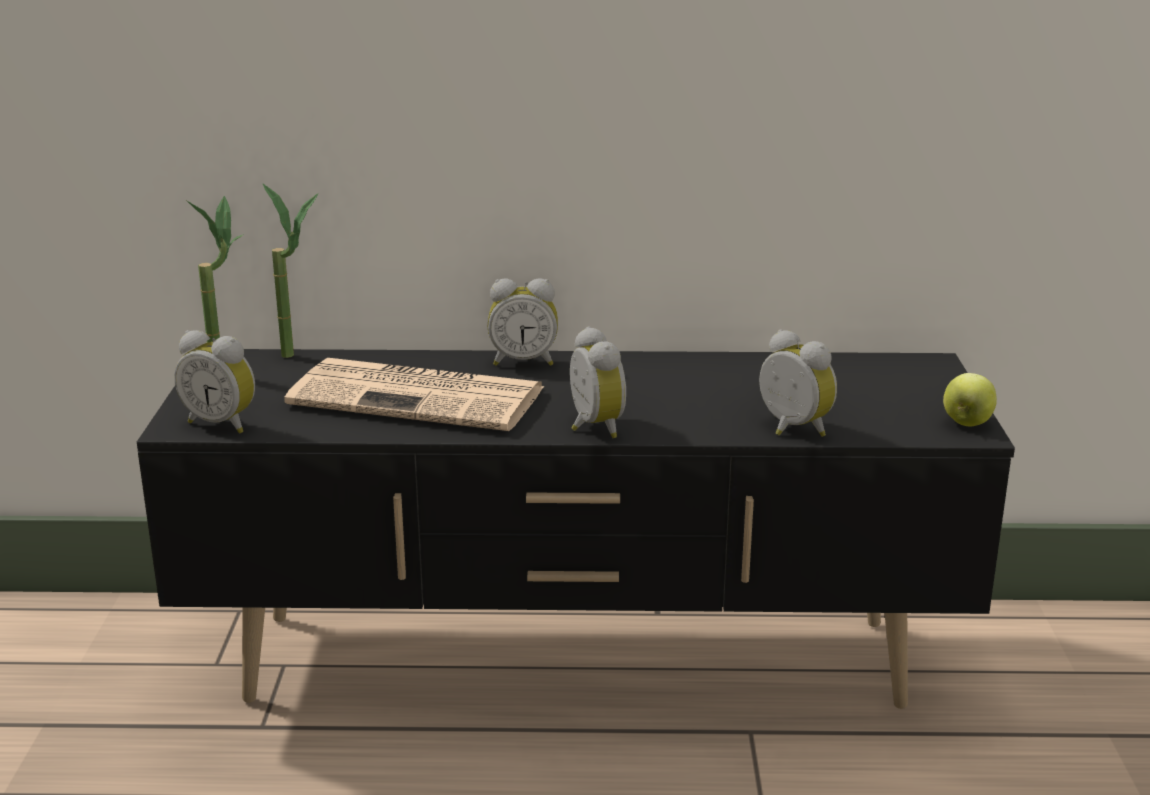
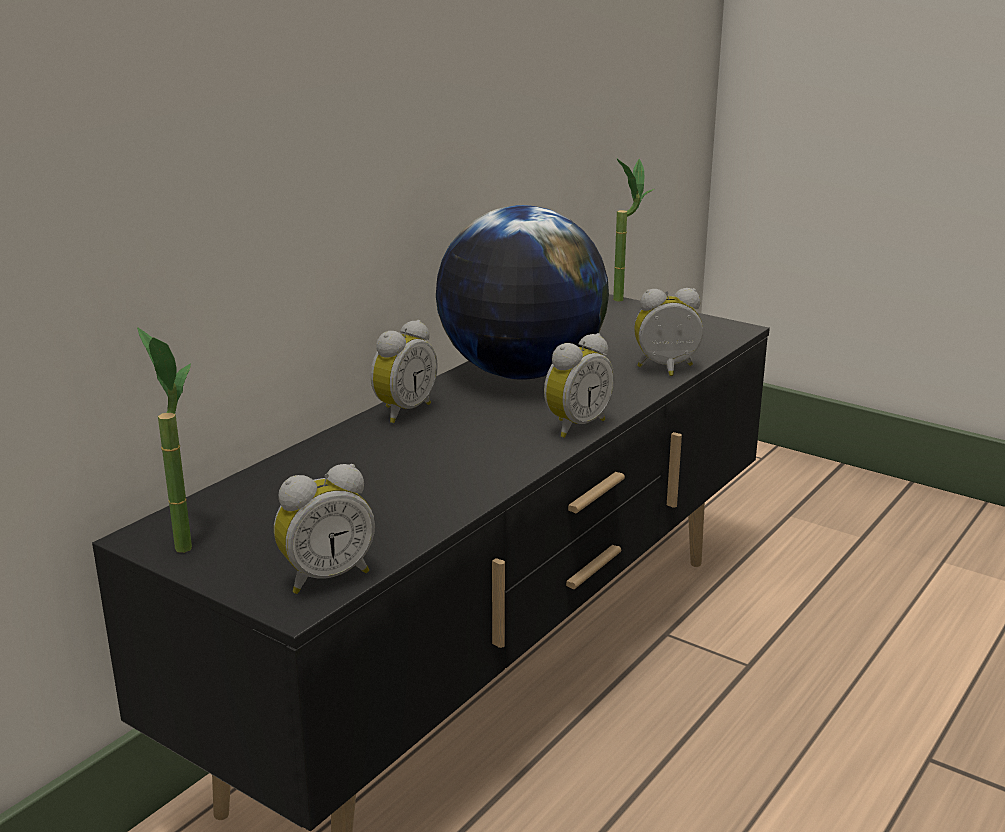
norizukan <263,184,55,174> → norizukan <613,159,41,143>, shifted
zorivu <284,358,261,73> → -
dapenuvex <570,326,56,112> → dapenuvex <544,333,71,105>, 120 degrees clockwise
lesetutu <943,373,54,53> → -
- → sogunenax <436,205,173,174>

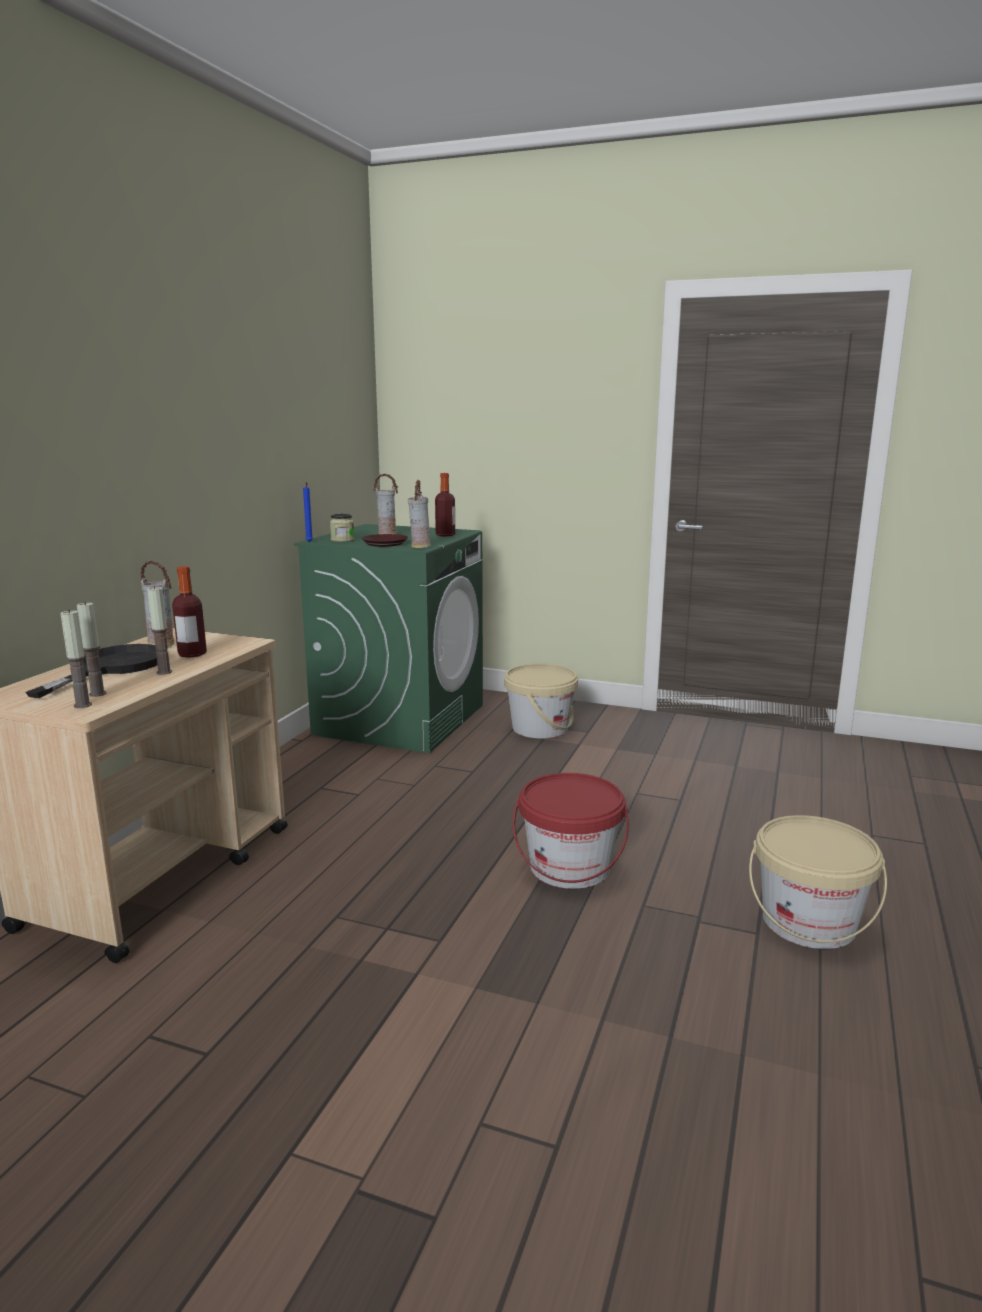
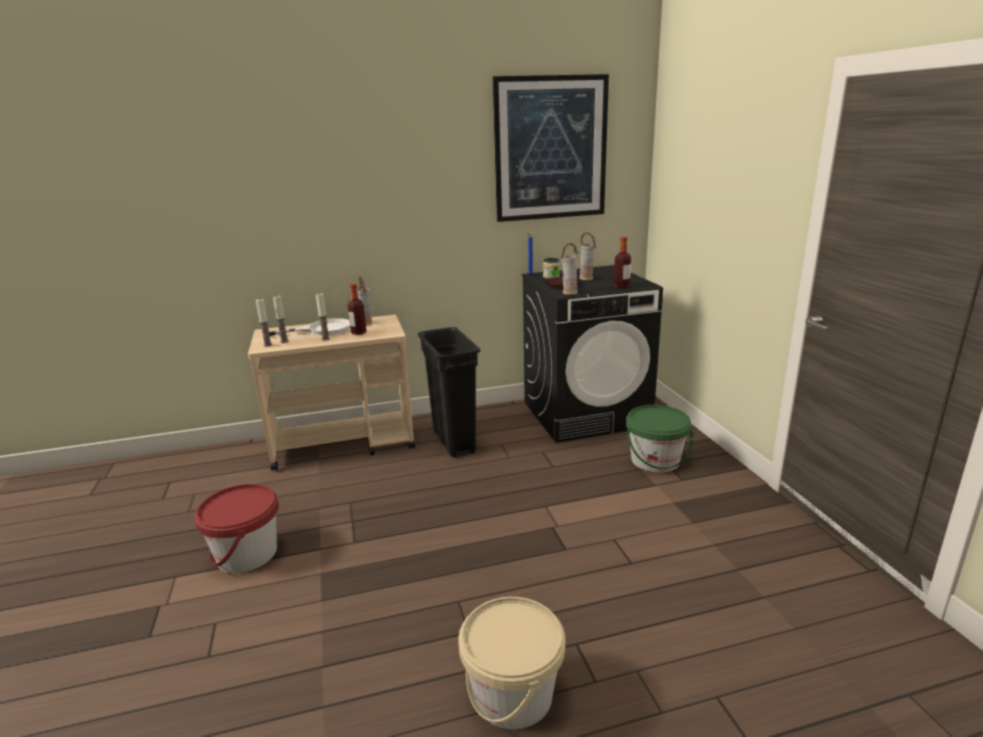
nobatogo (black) <26,644,132,54> → nobatogo (white) <269,318,81,18>
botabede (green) <294,524,189,229> → botabede (black) <522,265,141,178>
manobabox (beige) <504,664,74,75> → manobabox (green) <626,405,67,68>
manobabox (red) <513,773,116,116> → manobabox (red) <194,484,85,89>, shifted
- → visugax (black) <418,327,62,131>
- → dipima <493,74,116,148>

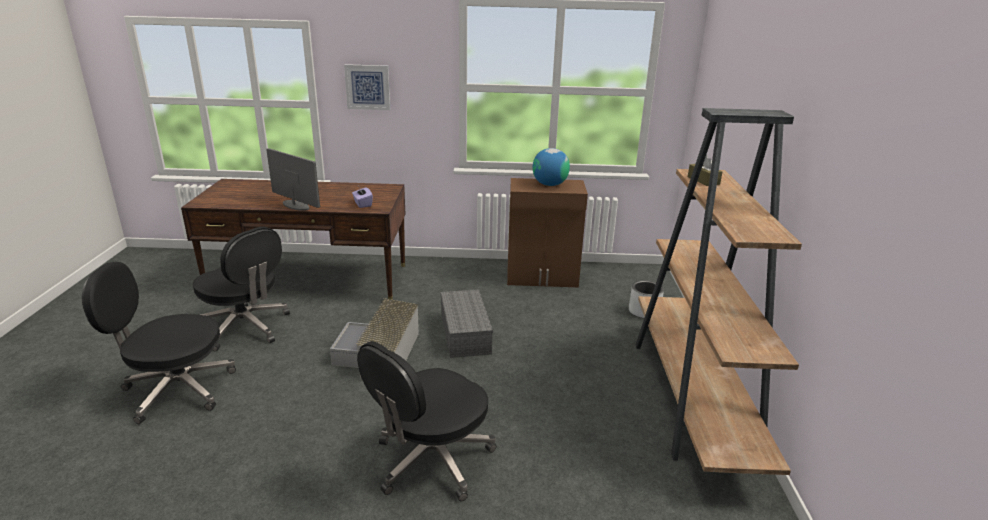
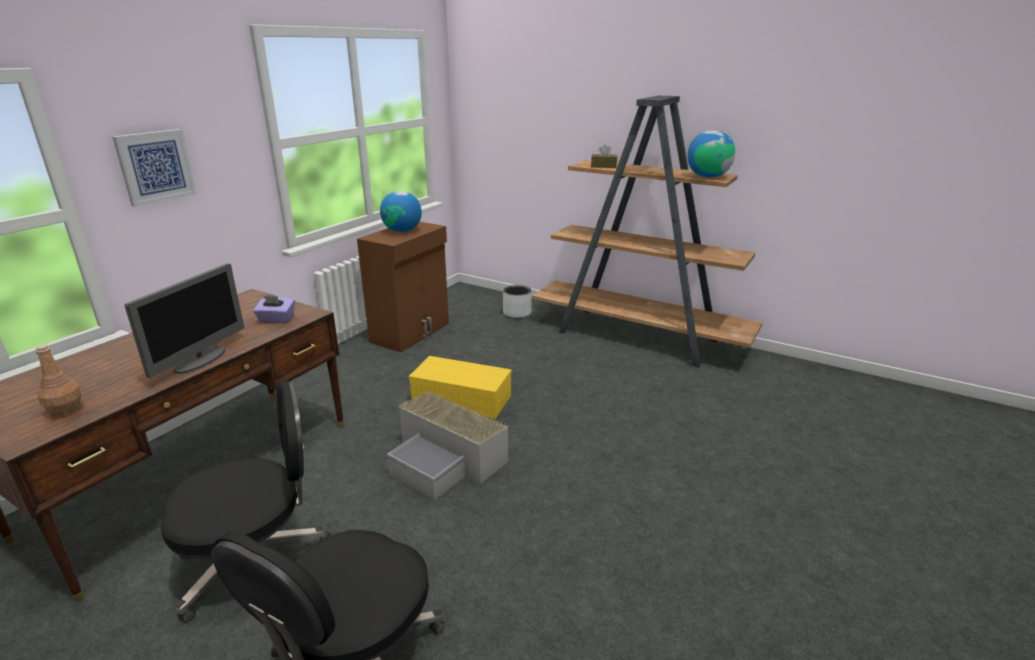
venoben <266,148,54,63> → venoben <124,263,120,115>, 135 degrees clockwise
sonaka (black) <357,341,140,160> → -
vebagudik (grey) <440,290,53,68> → vebagudik (yellow) <408,356,104,63>
- → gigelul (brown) <35,344,47,73>
- → sogunenax <687,130,48,47>

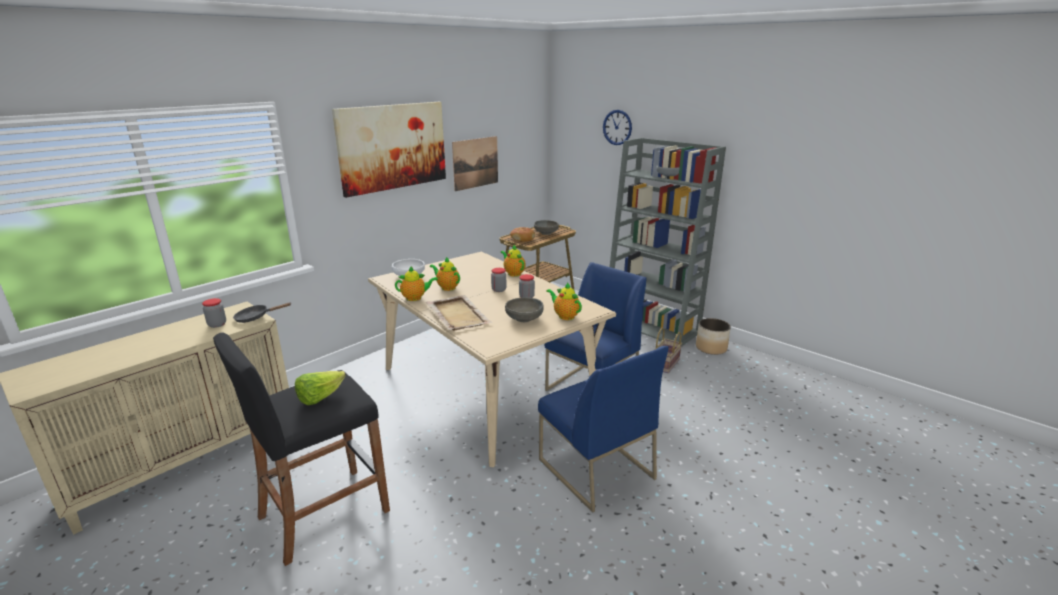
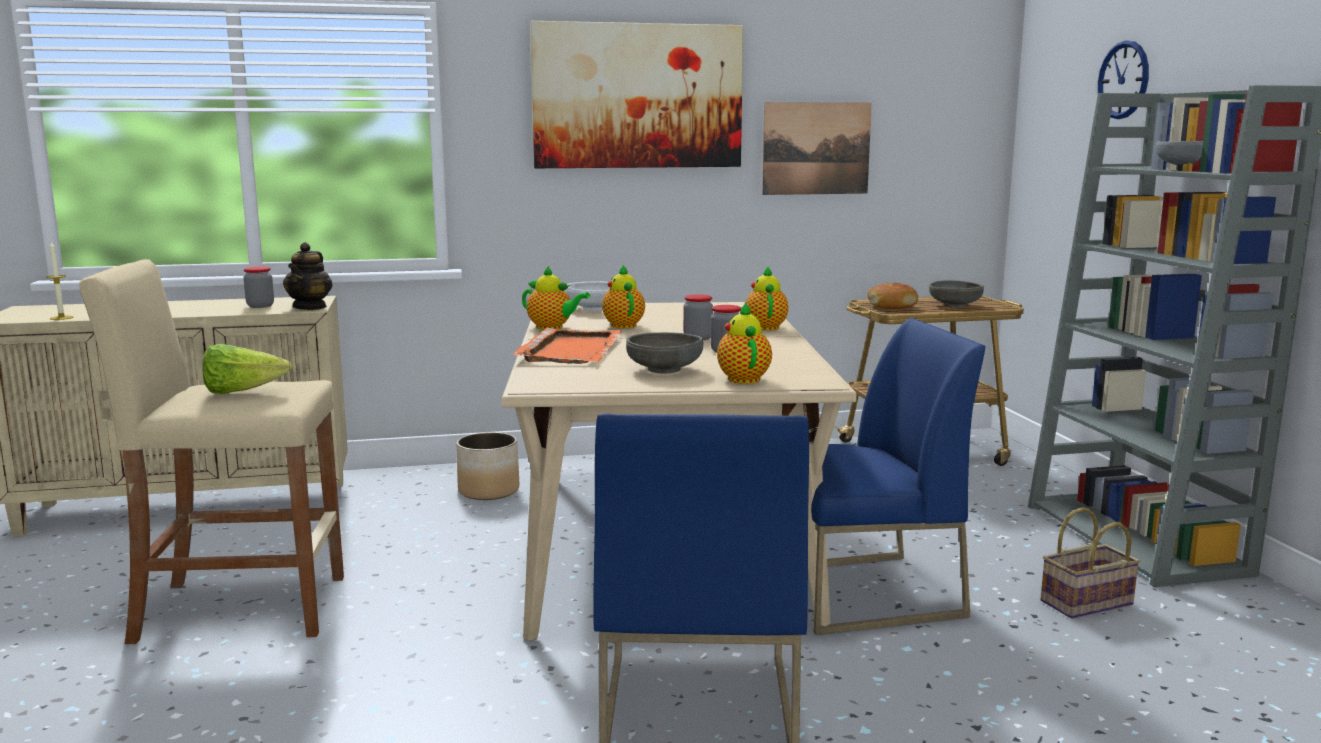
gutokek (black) <213,332,177,234> → gutokek (beige) <79,259,265,385>
nobatogo (black) <233,302,58,21> → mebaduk <283,242,50,68>
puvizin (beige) <425,295,67,36> → puvizin (orange) <512,328,110,36>
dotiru <696,318,35,37> → dotiru <456,432,63,68>, shifted
- → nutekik <46,242,27,78>

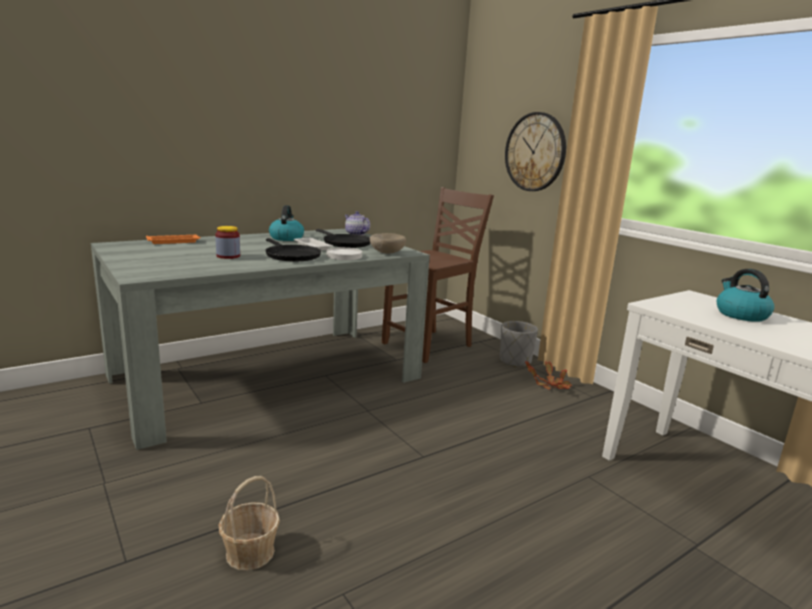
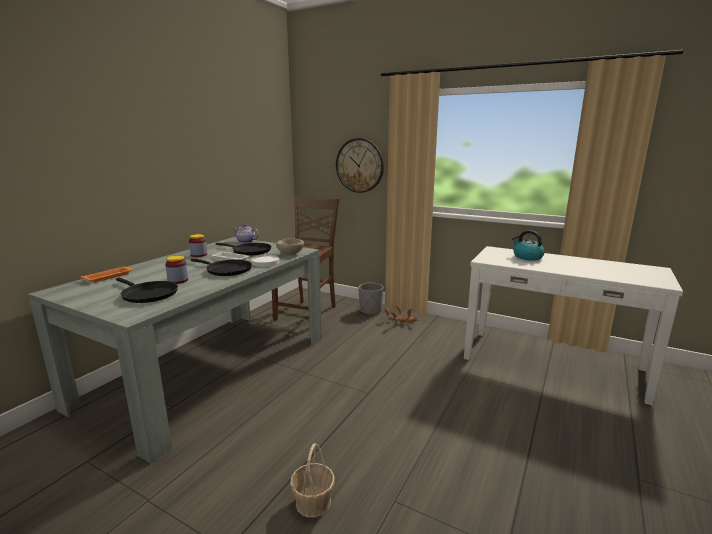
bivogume <269,205,35,36> → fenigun <189,234,18,23>
- → nobatogo (black) <116,278,62,25>

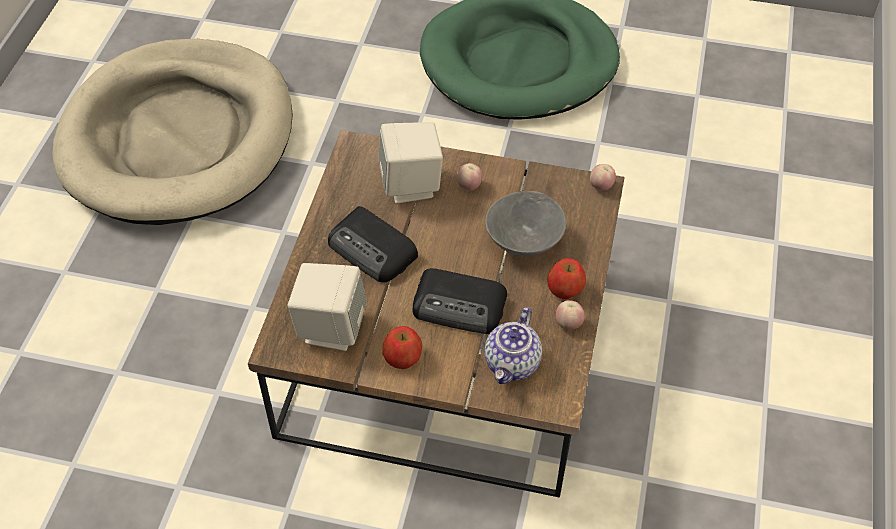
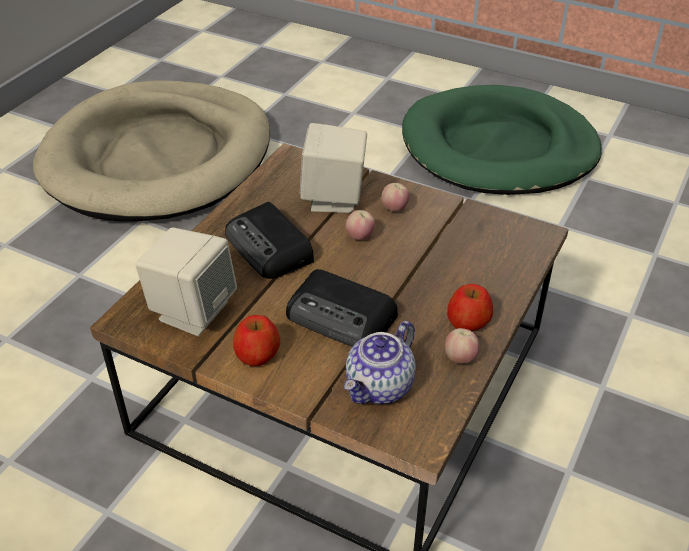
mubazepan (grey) <485,191,81,65> → -
lesetutu <590,164,26,27> → lesetutu <345,210,30,30>, shifted

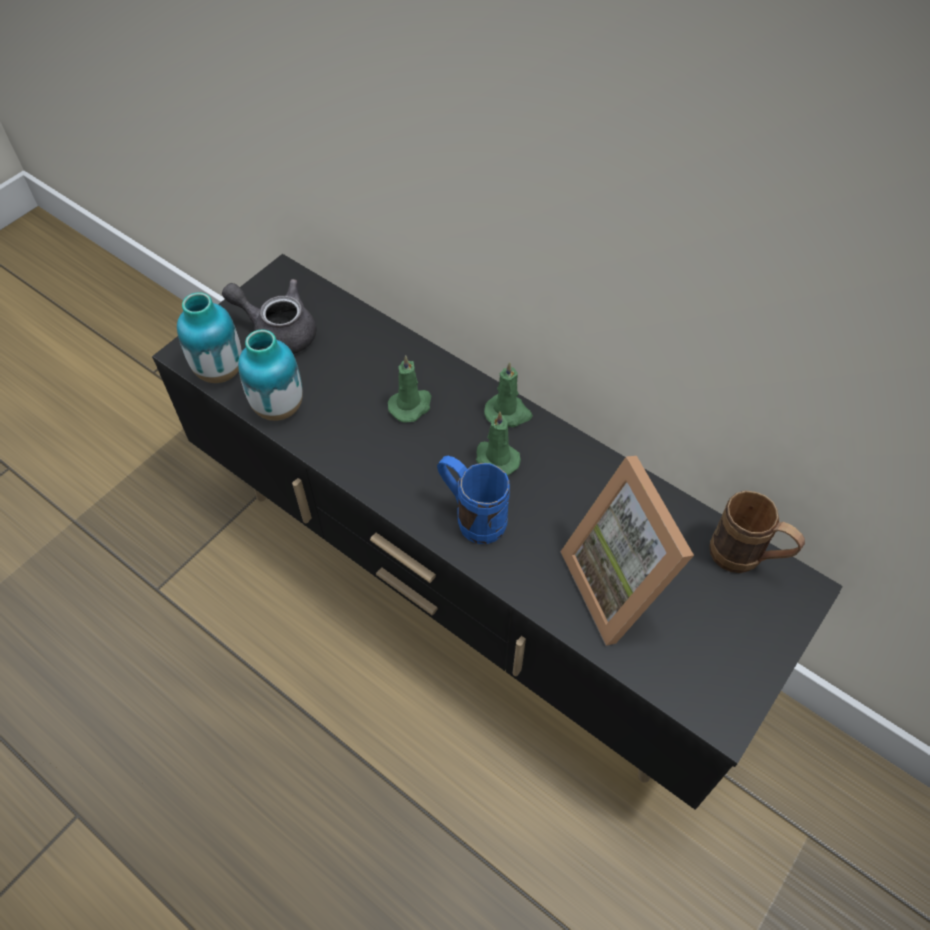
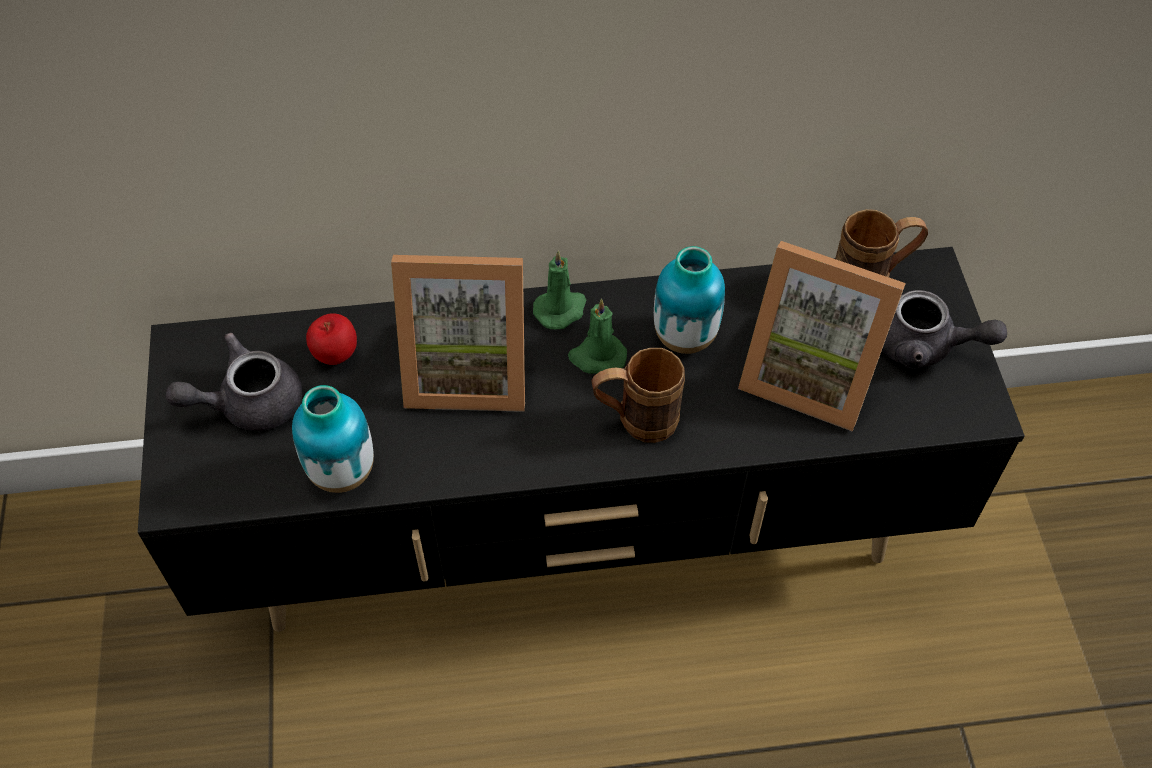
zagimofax <177,292,65,91> → zagimofax <654,246,71,108>, shifted
nutekik (green) <388,355,43,68> → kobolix <391,255,134,157>
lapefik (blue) <437,456,73,88> → lapefik (brown) <592,348,93,95>
- → lesetutu <306,313,51,52>
- → mebaduk (grey) <882,290,125,79>

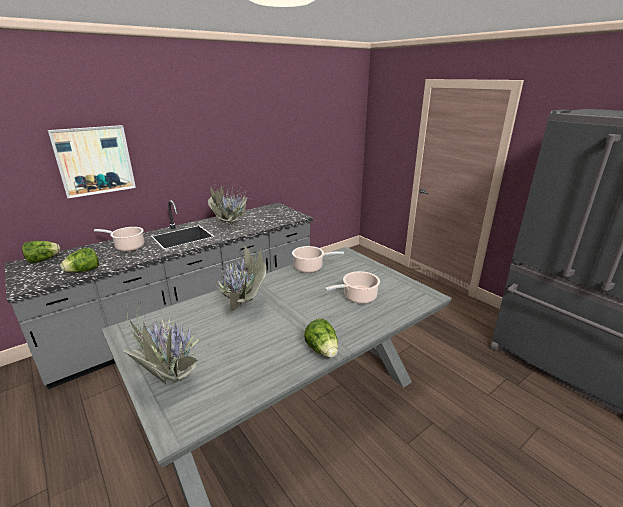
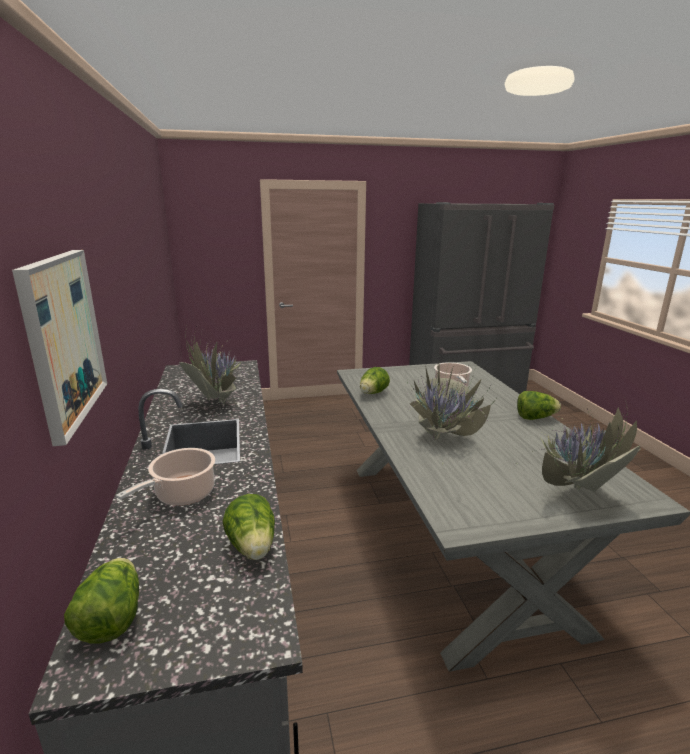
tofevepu <292,246,52,27> → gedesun <360,367,30,27>

